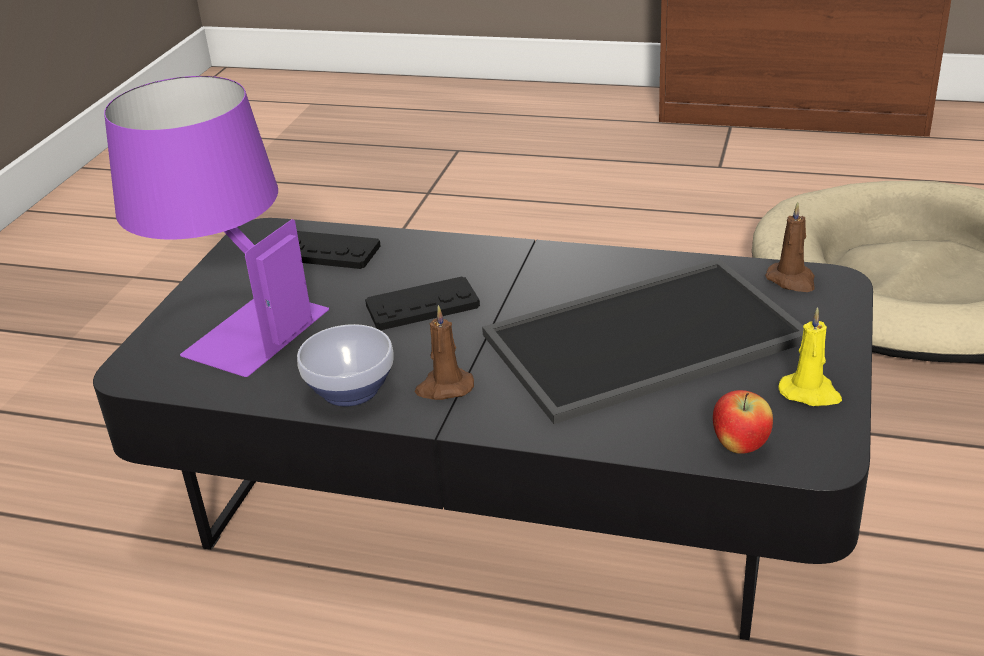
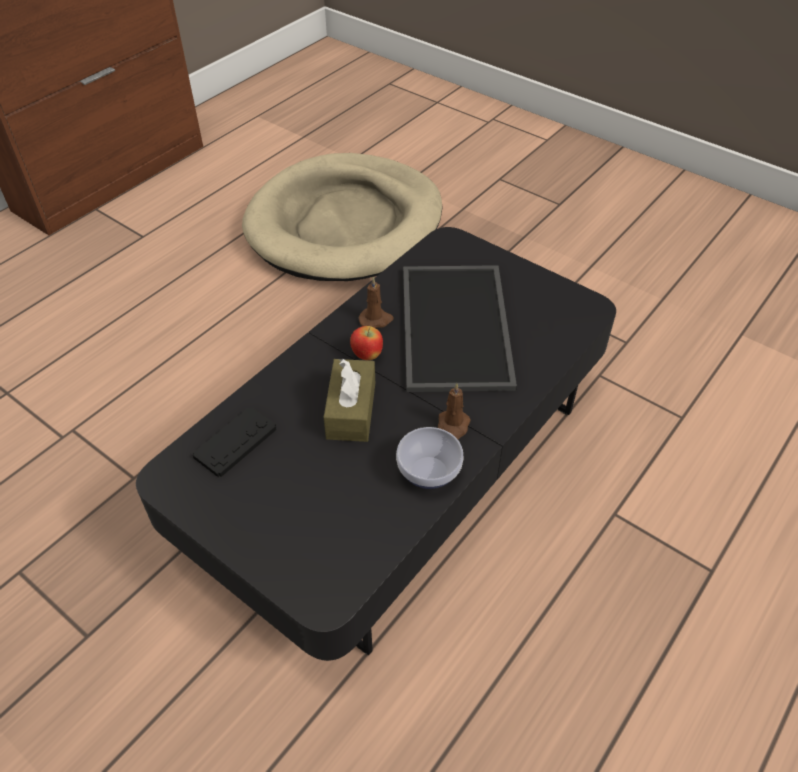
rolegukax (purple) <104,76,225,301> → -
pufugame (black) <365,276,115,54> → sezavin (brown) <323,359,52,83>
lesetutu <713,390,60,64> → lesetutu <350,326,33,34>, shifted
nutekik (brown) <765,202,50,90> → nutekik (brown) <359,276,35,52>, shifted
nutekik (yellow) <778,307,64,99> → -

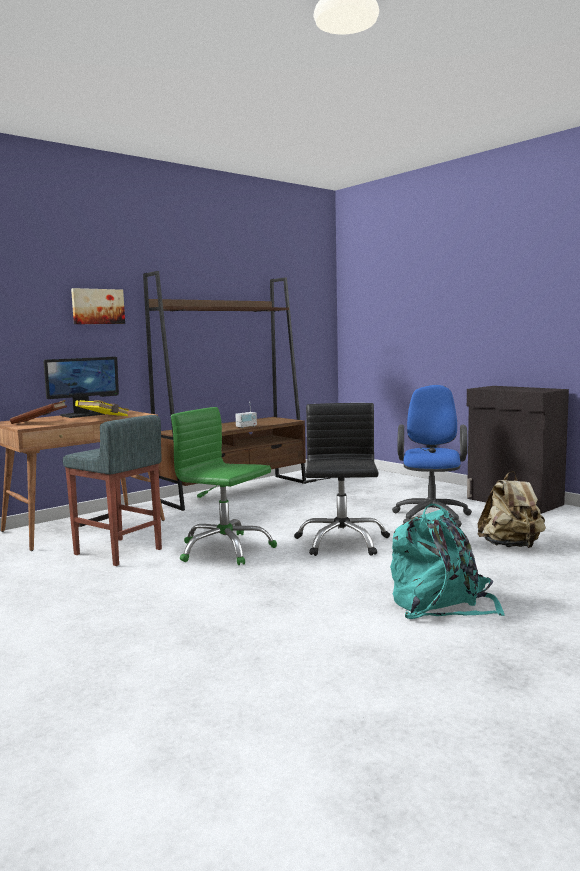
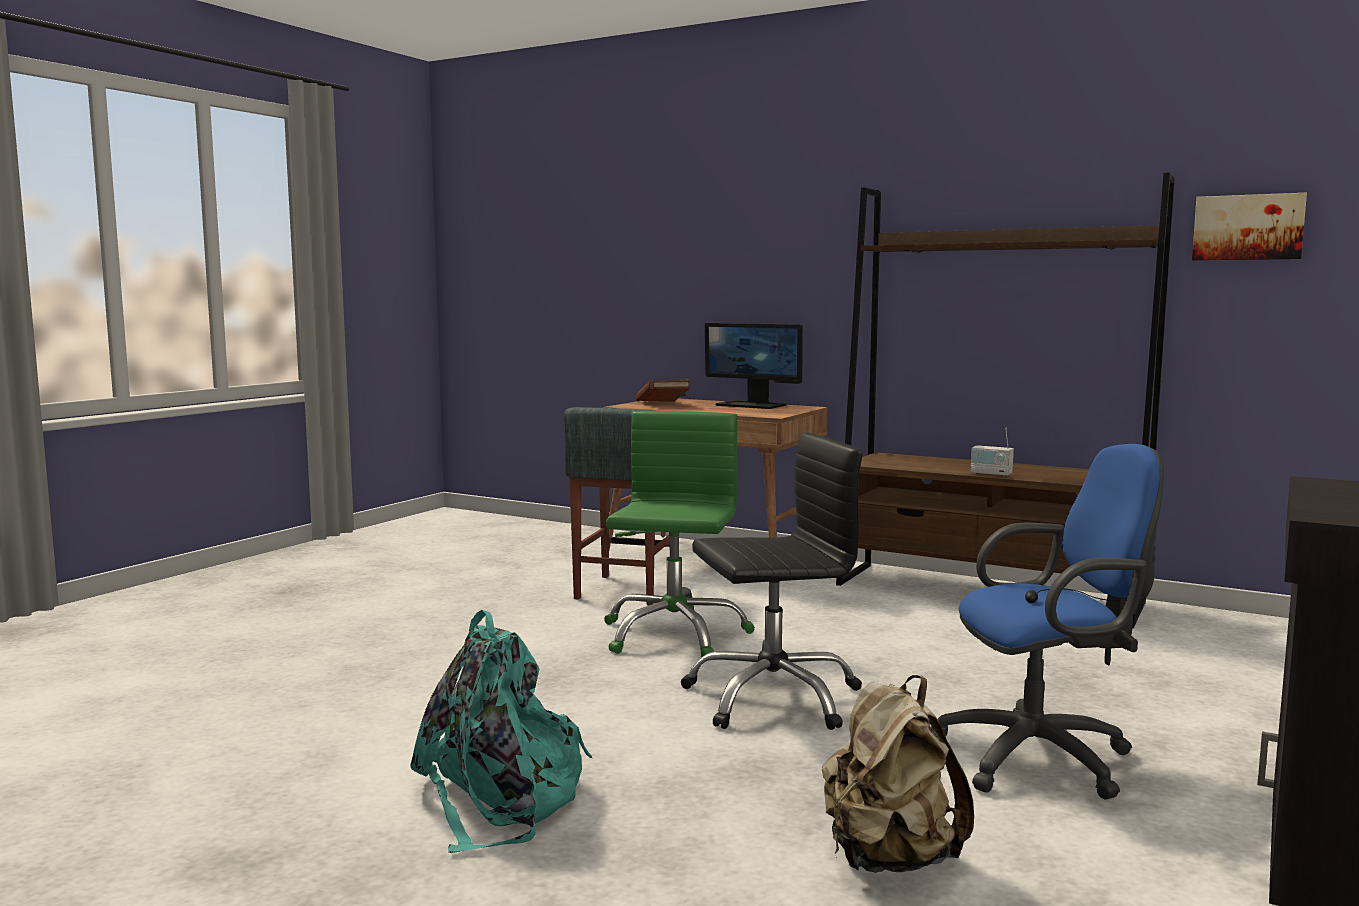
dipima <71,288,54,36> → dipima <1192,193,115,68>, shifted
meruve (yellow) <75,400,54,16> → -

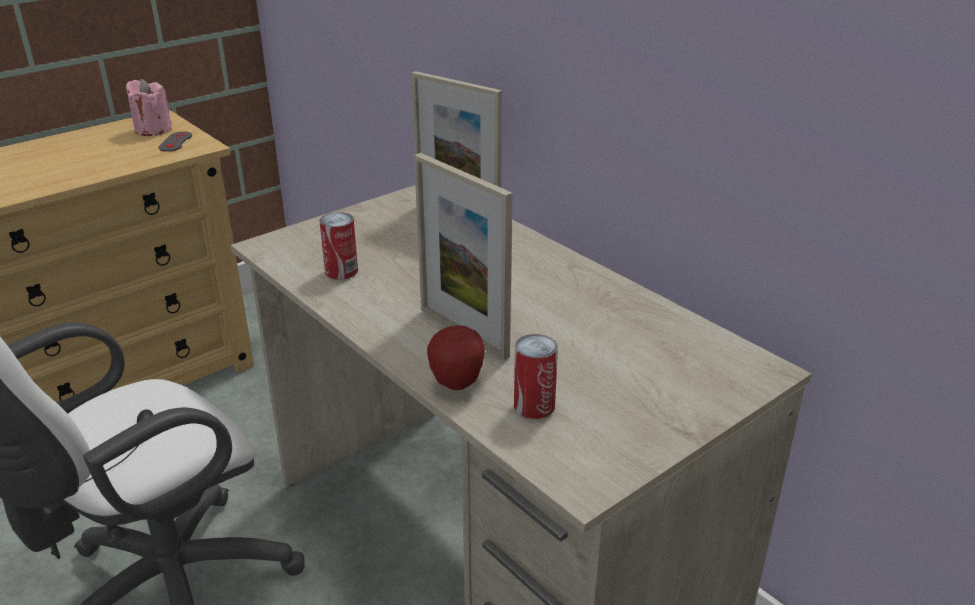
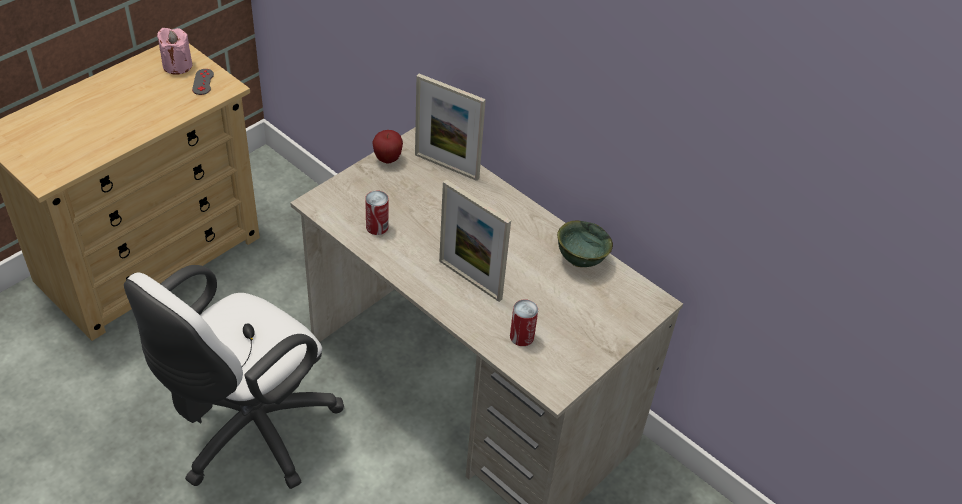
lesetutu <427,325,58,65> → lesetutu <372,130,31,34>, shifted
- → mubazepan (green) <557,220,56,47>

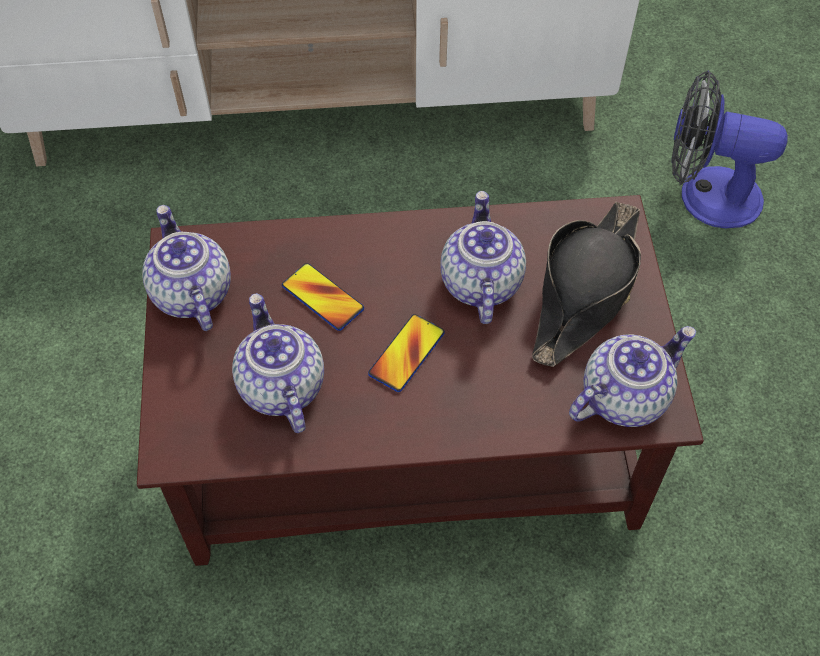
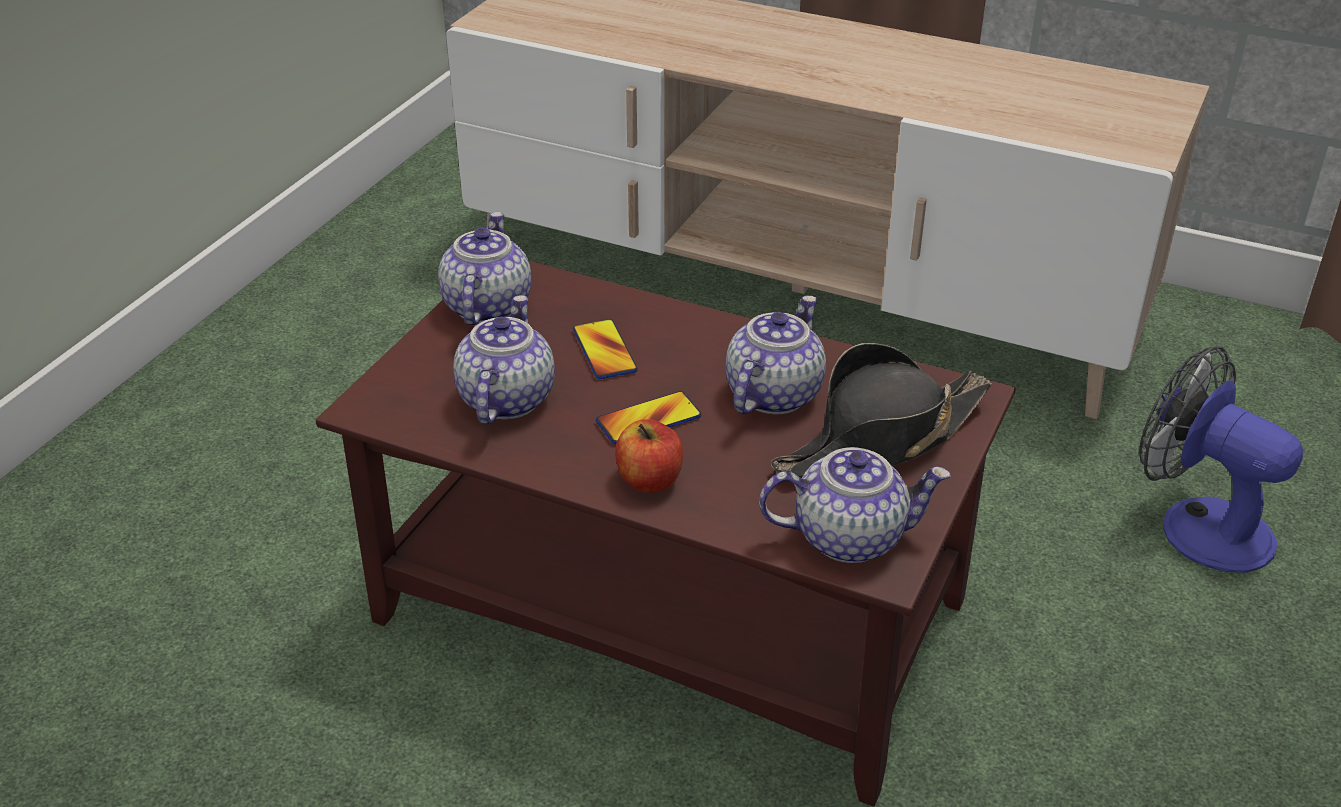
- → lesetutu <615,419,68,74>

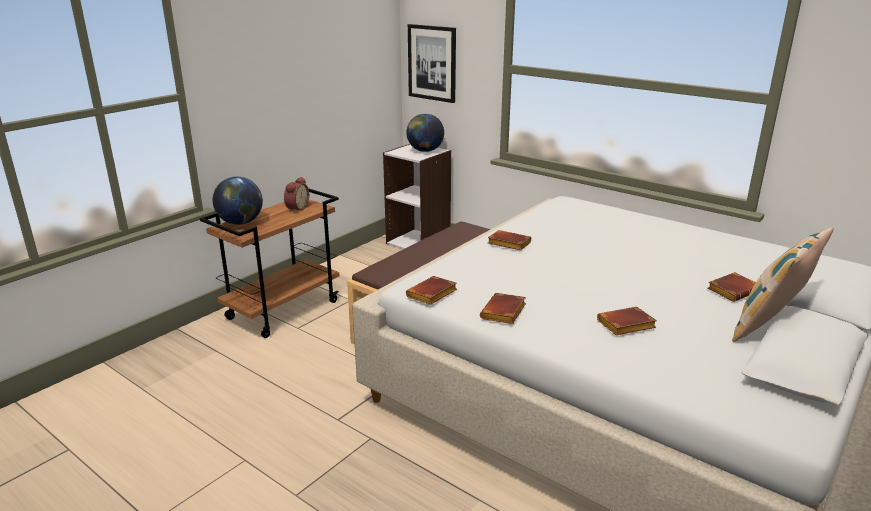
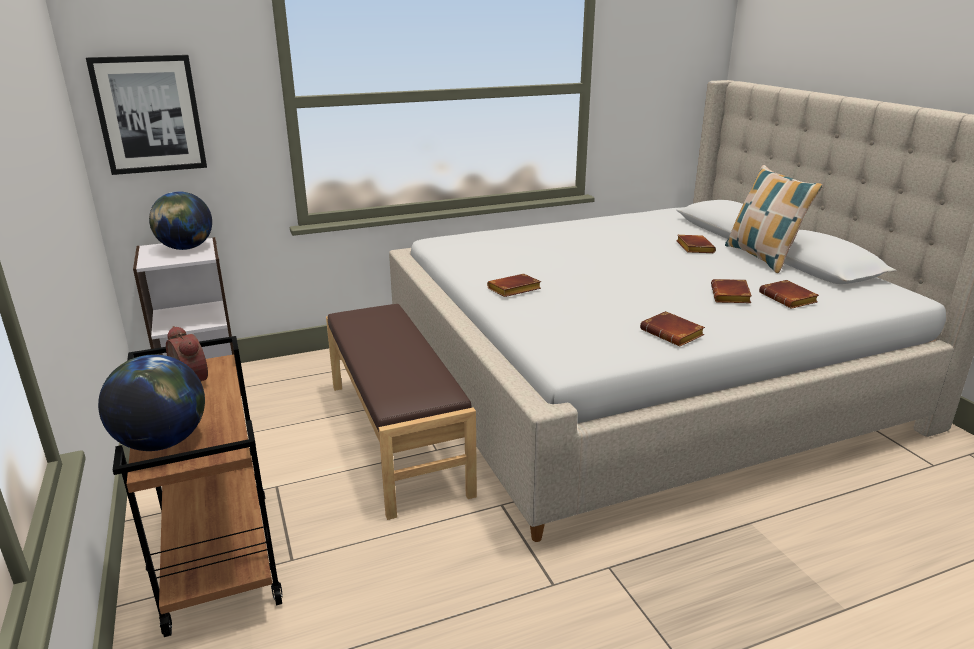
meruve (brown) <406,276,51,29> → meruve (brown) <759,280,60,29>, shifted

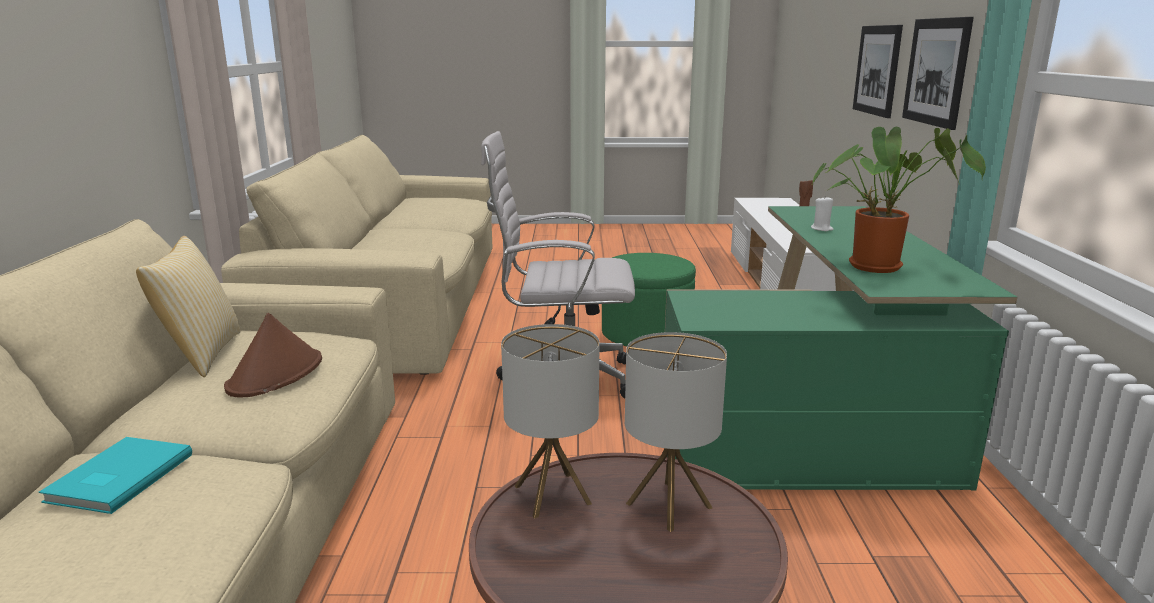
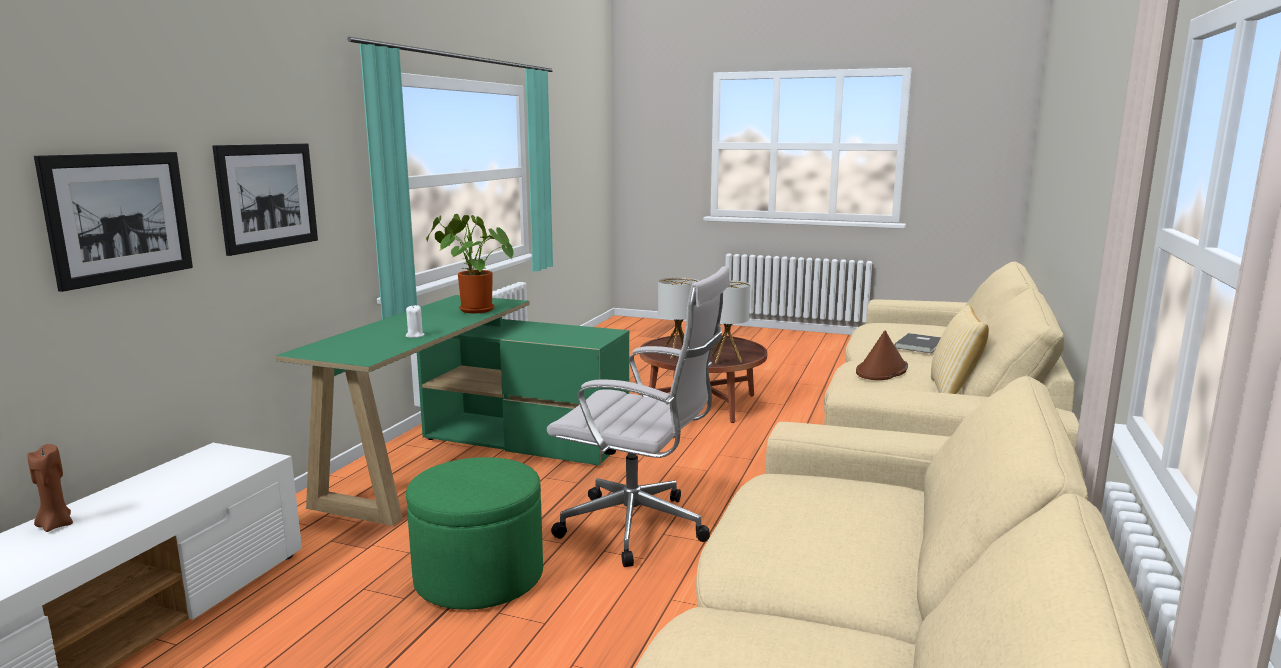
meruve (turquoise) <39,437,153,77> → meruve (grey) <894,333,47,20>

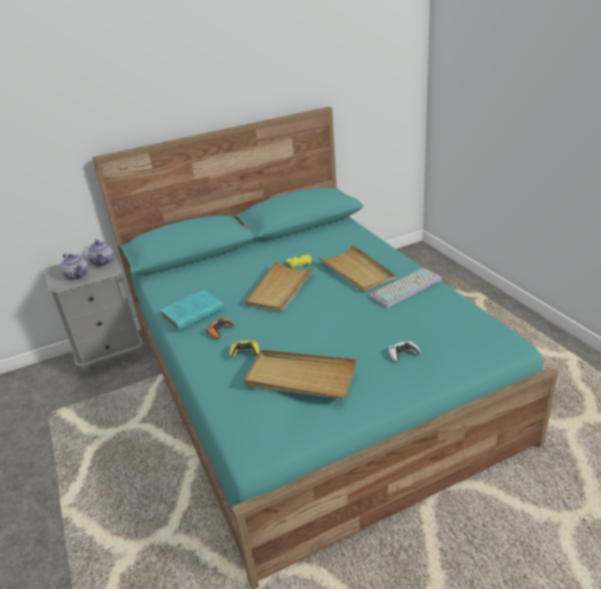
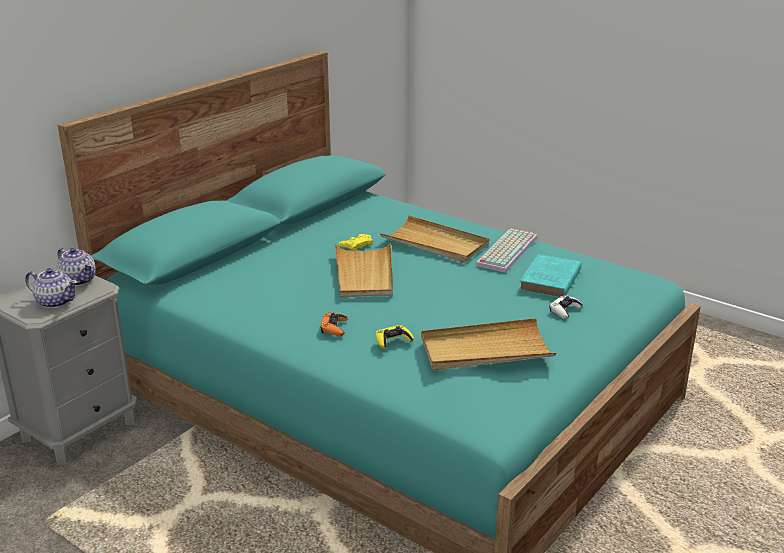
meruve (turquoise) <160,290,64,41> → meruve (turquoise) <519,254,62,44>, shifted

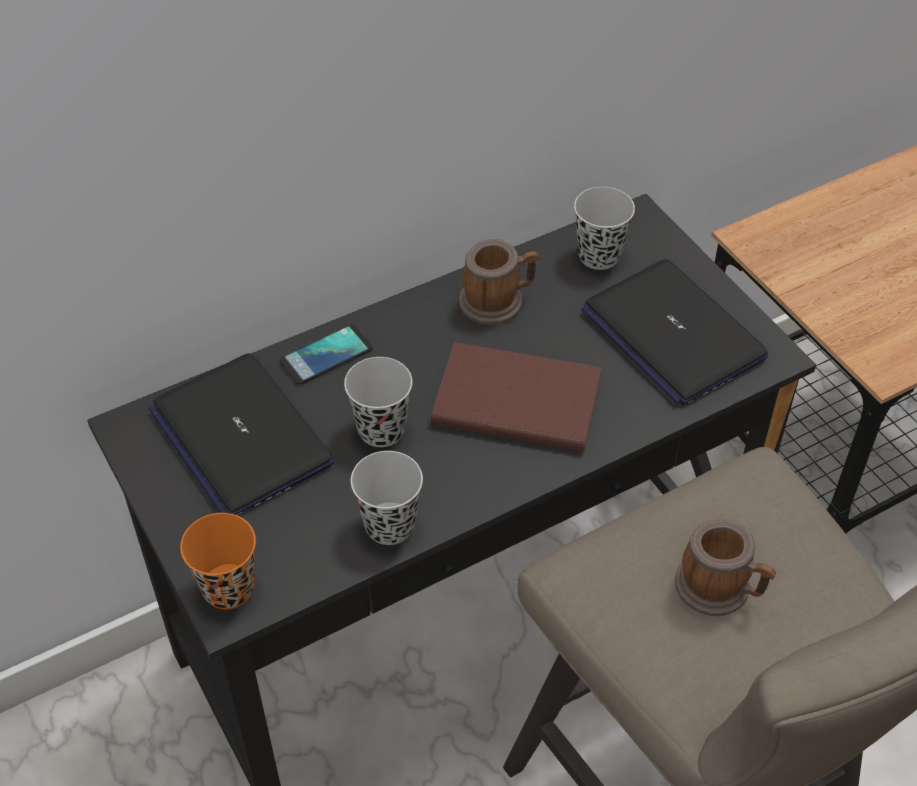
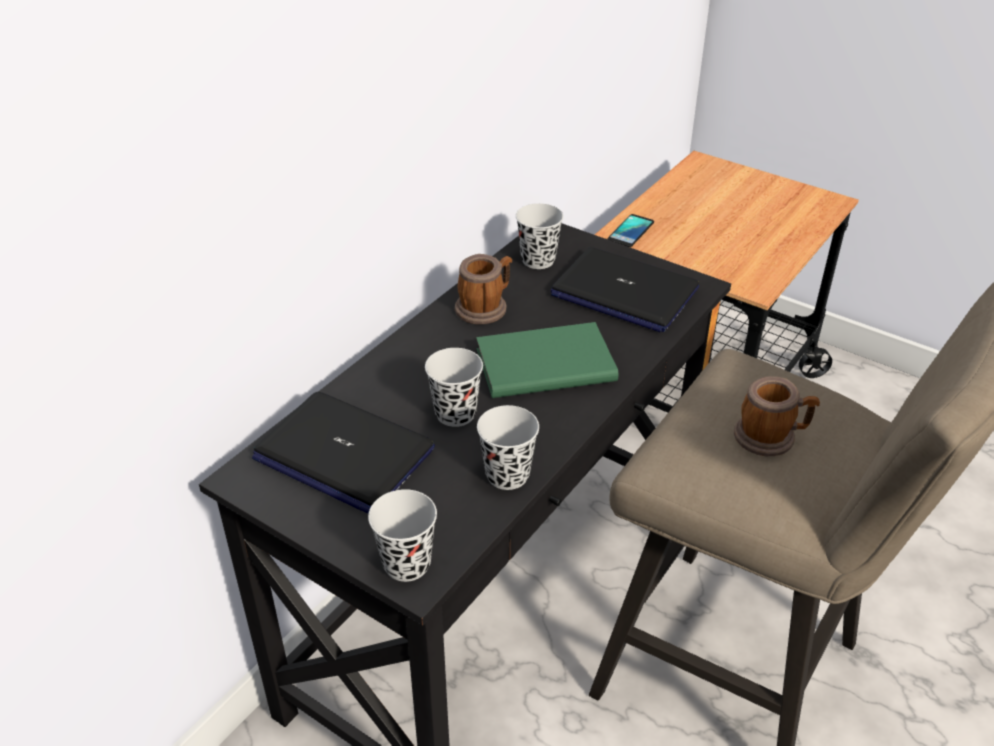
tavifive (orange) <180,513,76,96> → tavifive (black) <368,489,69,93>
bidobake <279,324,94,61> → bidobake <608,214,46,33>, shifted
meruve (brown) <431,342,171,110> → meruve (green) <476,322,142,76>

